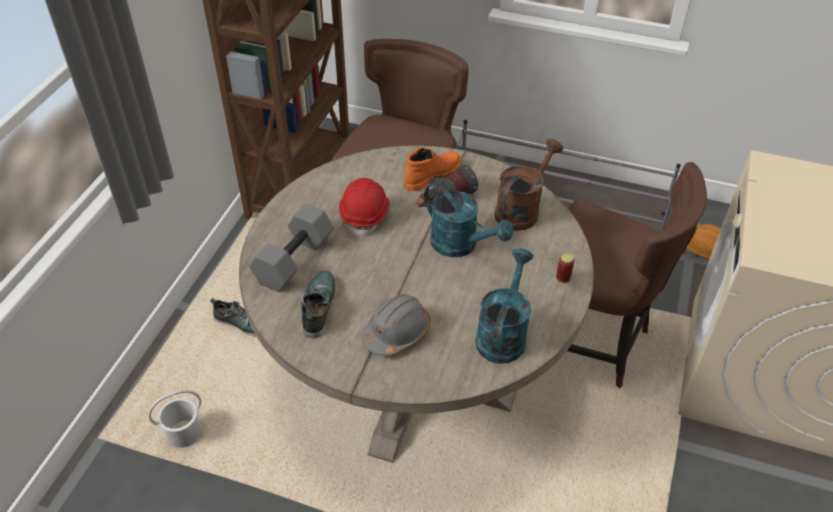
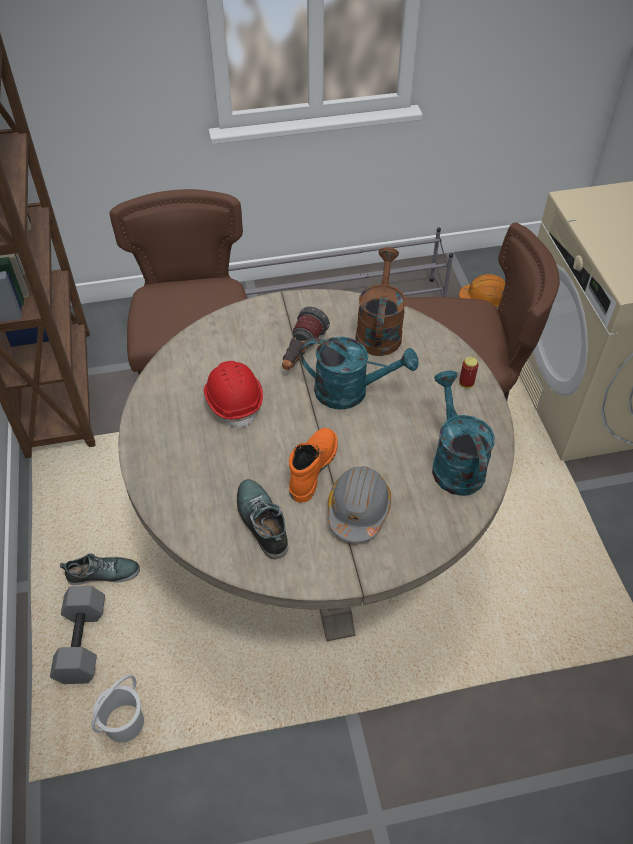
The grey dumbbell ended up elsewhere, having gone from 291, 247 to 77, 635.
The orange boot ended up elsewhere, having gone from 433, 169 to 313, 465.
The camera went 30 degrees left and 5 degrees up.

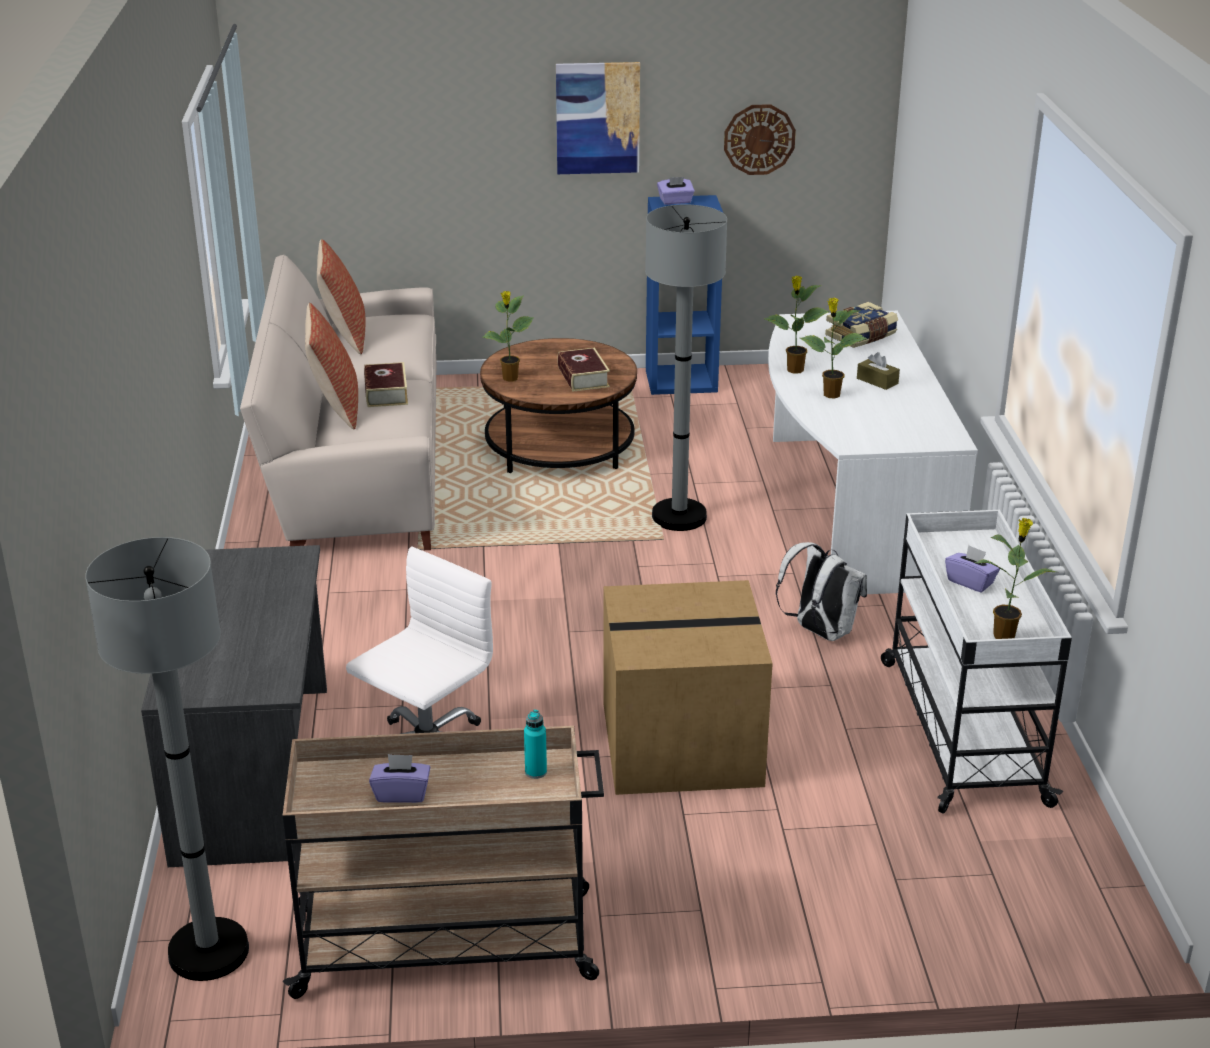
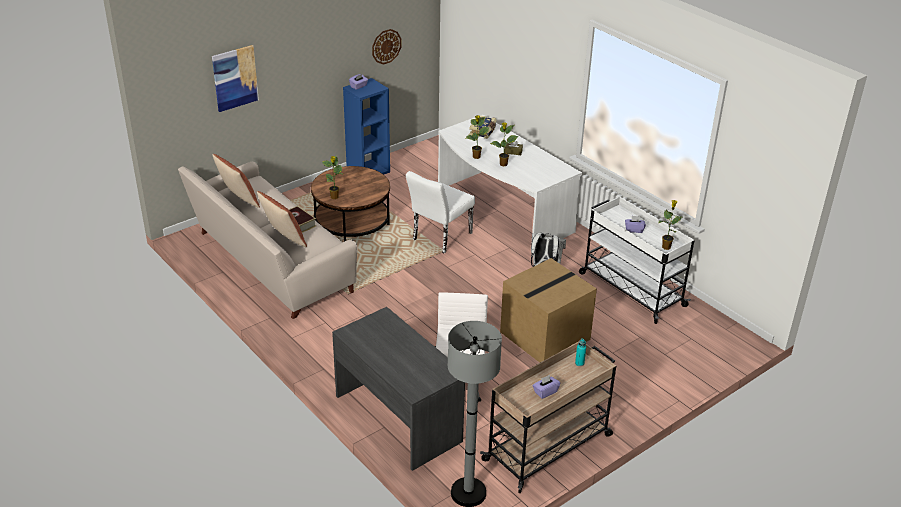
The picture ended up elsewhere, having gone from 598, 118 to 235, 78.
The second view lost the book at 583, 369.
Where the grey floor lamp stood at 686, 367, the white chair came to stand at 440, 212.
The camera went 35 degrees left and 5 degrees up.

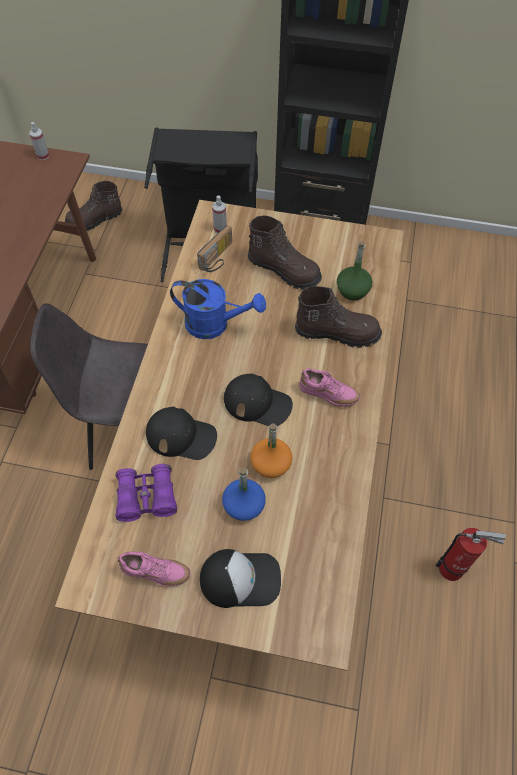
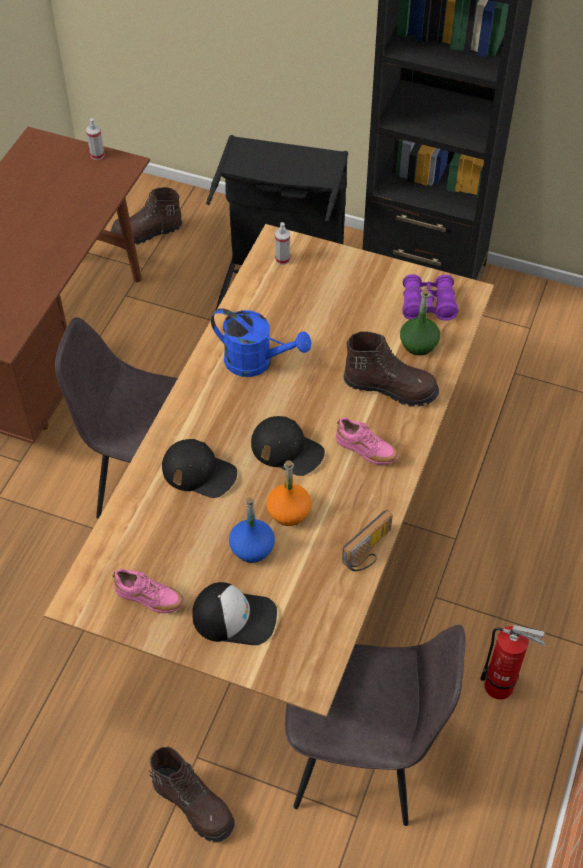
The purple binoculars ended up elsewhere, having gone from 146, 493 to 430, 297.
The radio ended up elsewhere, having gone from 214, 248 to 367, 540.
The brown boot ended up elsewhere, having gone from 285, 252 to 191, 794.
The second view gained the grey chair at 375, 725.
The camera went 10 degrees right and 5 degrees down.

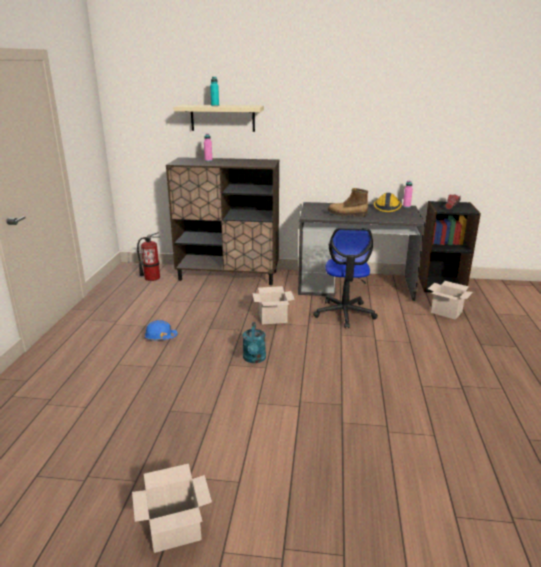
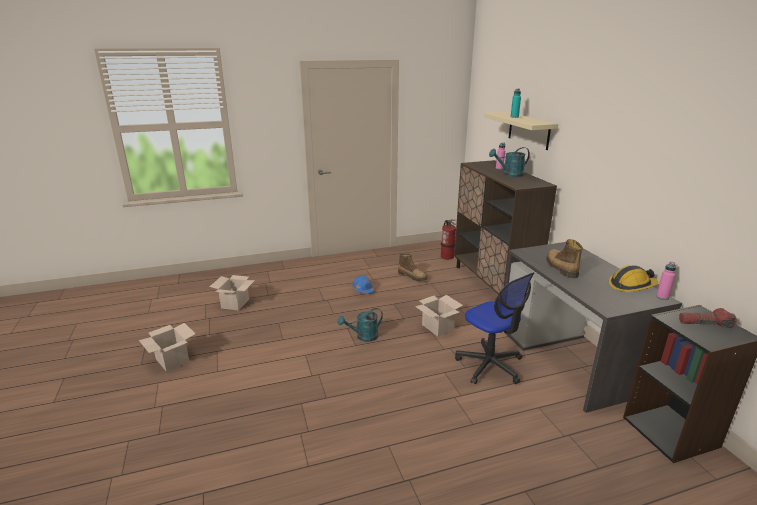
The office chair at 345, 278 ended up facing another way, 105 degrees counterclockwise from before.
The cardboard box ended up elsewhere, having gone from 450, 300 to 232, 293.
The second view gained the boot at 412, 267.
The second view gained the turquoise watering can at 509, 162.
The camera went 65 degrees right and 0 degrees up.

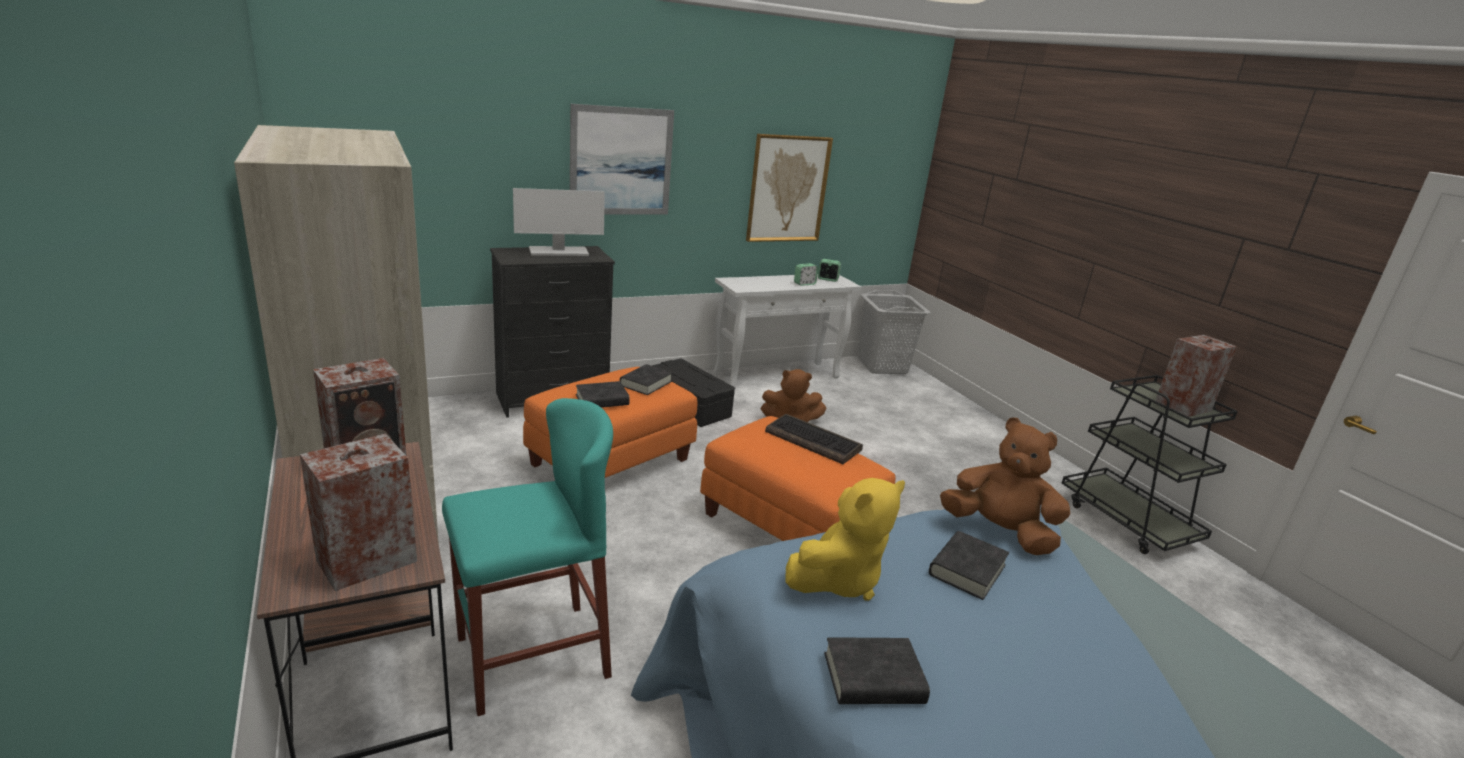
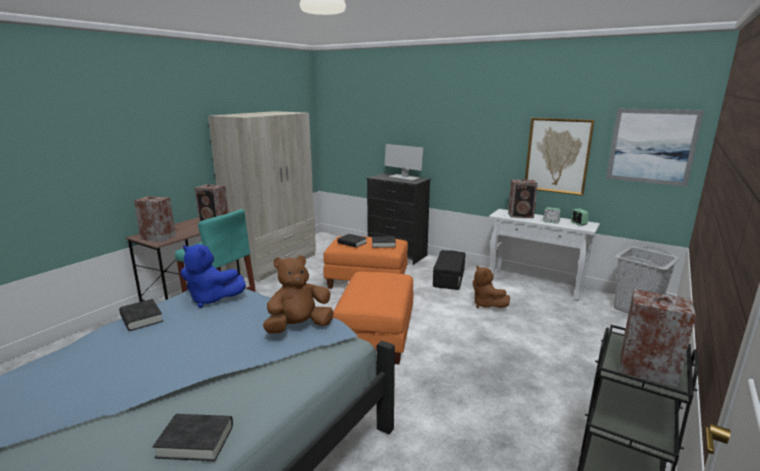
The picture ended up elsewhere, having gone from 622, 159 to 655, 147.
The second view lost the keyboard at 814, 439.
What was the yellow plush toy at 845, 539 turned into the blue plush toy at 213, 276.
The black book ended up elsewhere, having gone from 969, 565 to 193, 437.
The brown plush toy at 1005, 486 ended up facing another way, 120 degrees counterclockwise from before.
The second view gained the speaker at 523, 198.
The camera went 60 degrees right and 5 degrees down.

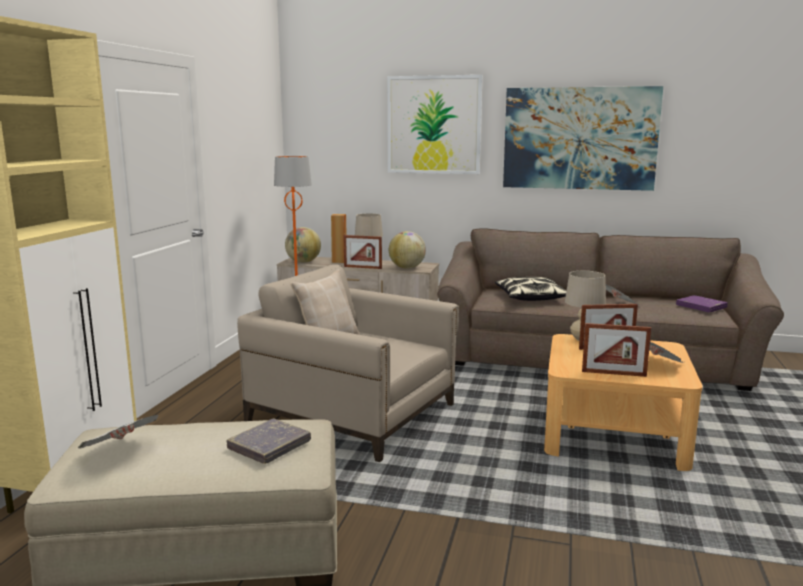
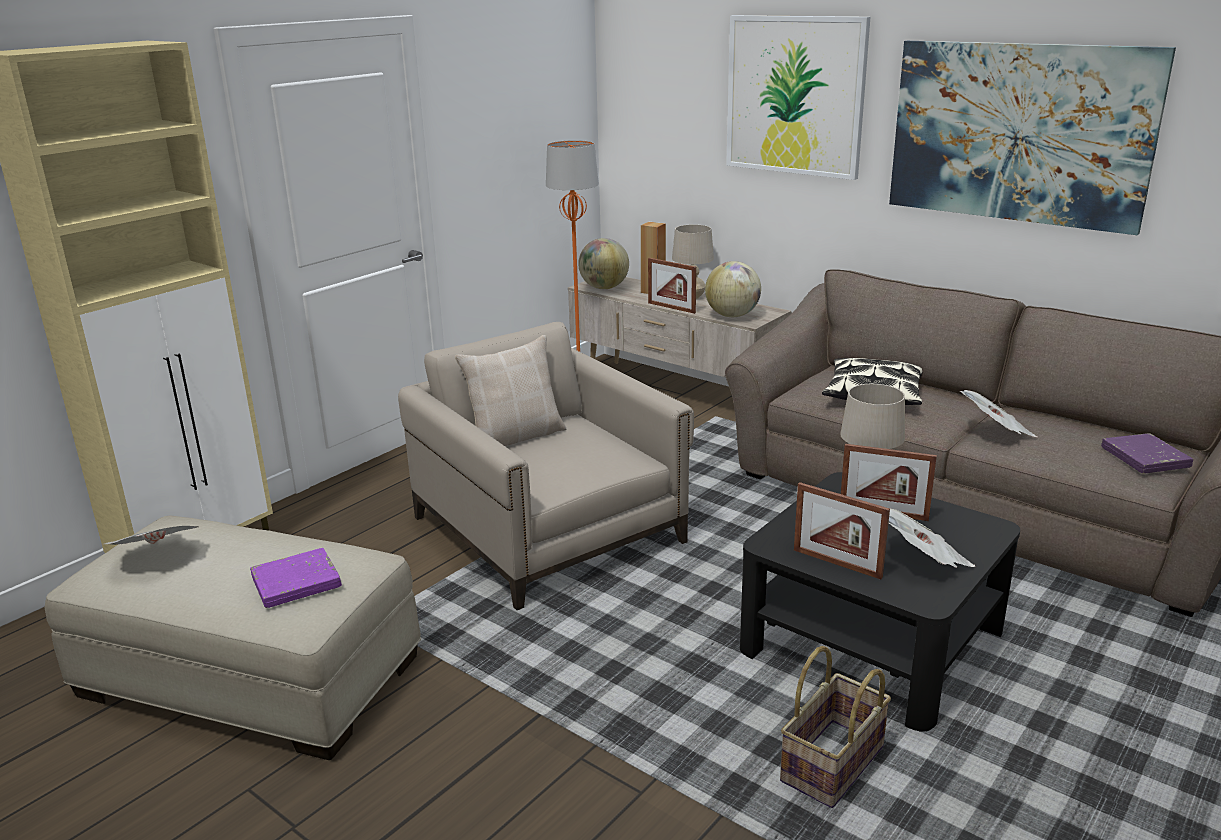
What was the grey book at 269, 441 turned into the purple book at 296, 578.
What was the beige coffee table at 623, 402 turned into the black coffee table at 880, 602.
The second view gained the basket at 835, 727.
The camera went 25 degrees right and 10 degrees up.

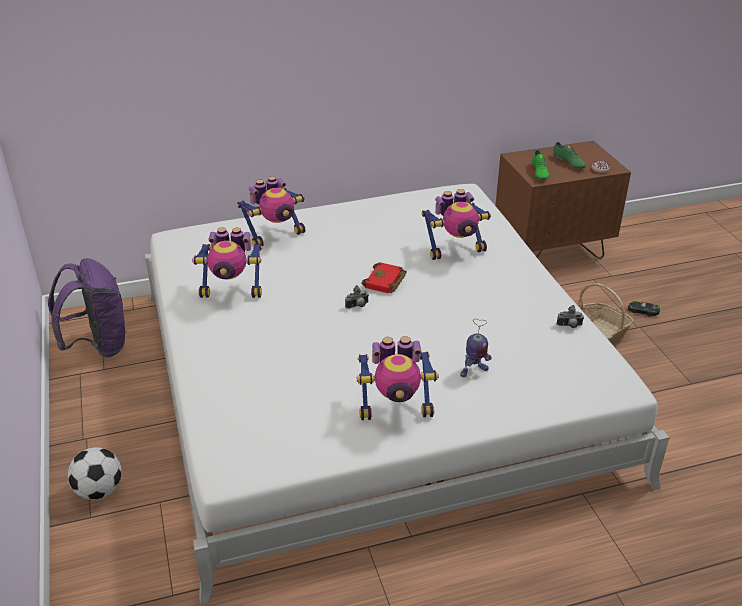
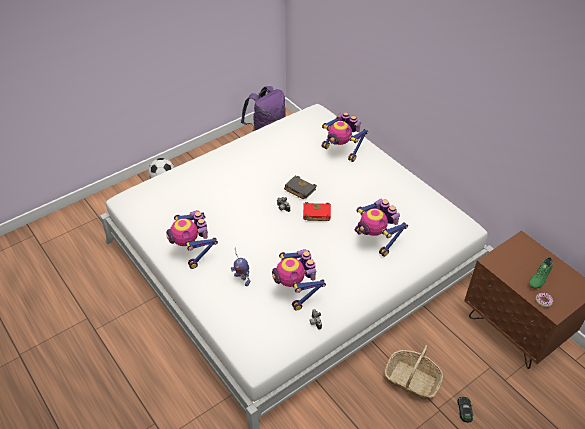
The toy robot ended up elsewhere, having gone from 227, 262 to 299, 280.
The second view lost the green shoe at 540, 165.
The second view gained the black book at 300, 187.
The camera went 70 degrees right and 10 degrees up.

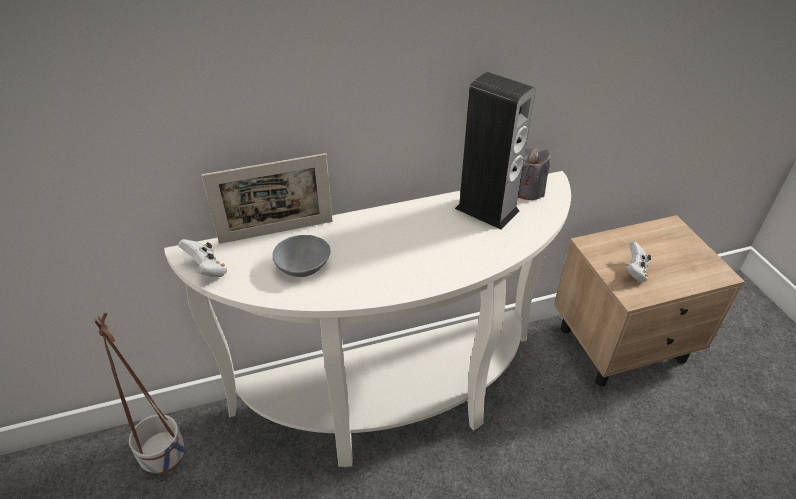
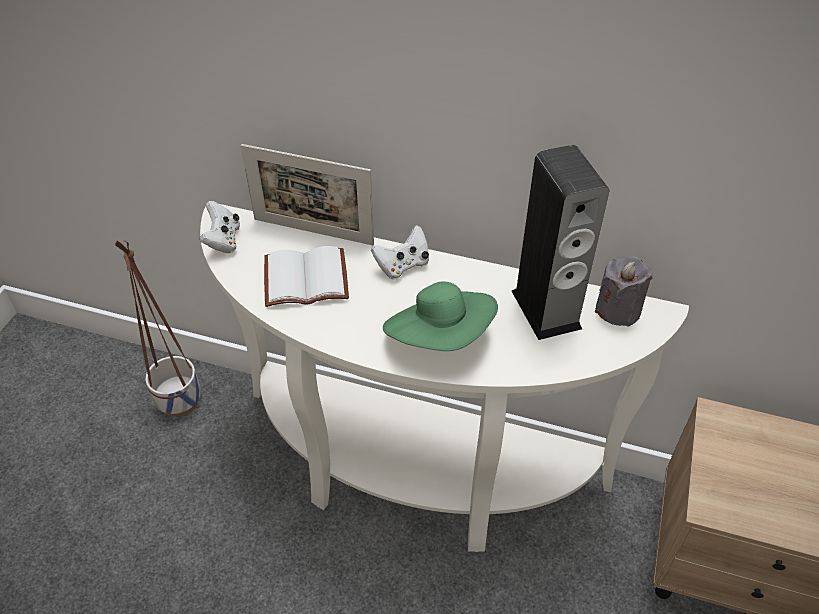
Where the grey bowl stood at 301, 256, the white book came to stand at 306, 276.
The white game controller ended up elsewhere, having gone from 638, 261 to 400, 252.
The second view gained the green hat at 440, 316.
The camera went 35 degrees right and 5 degrees up.

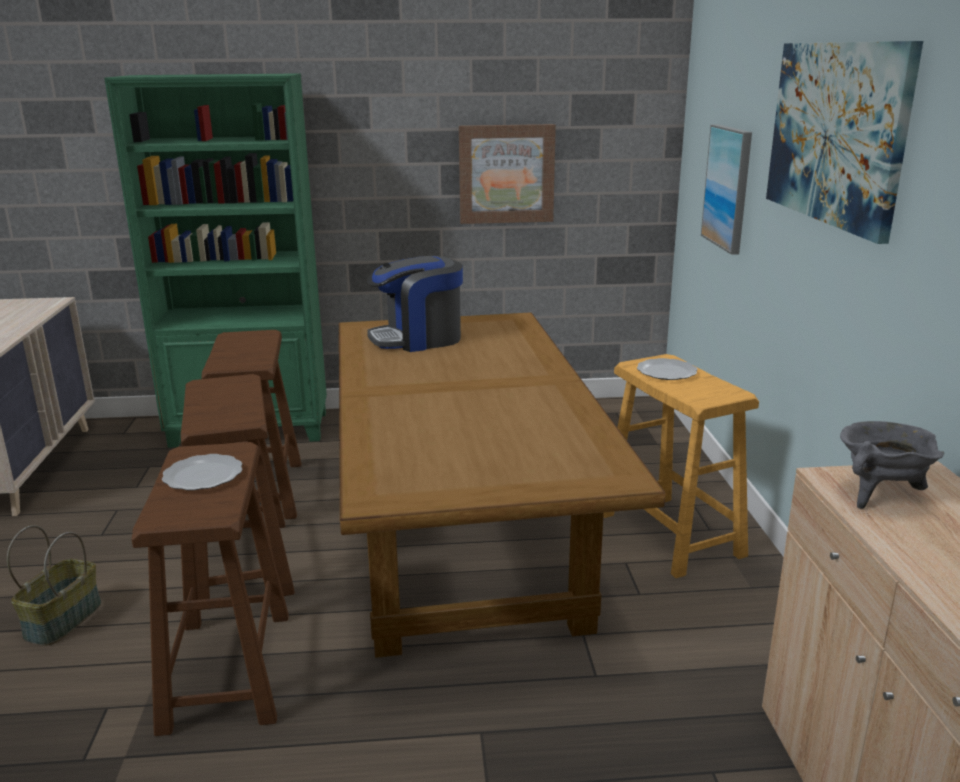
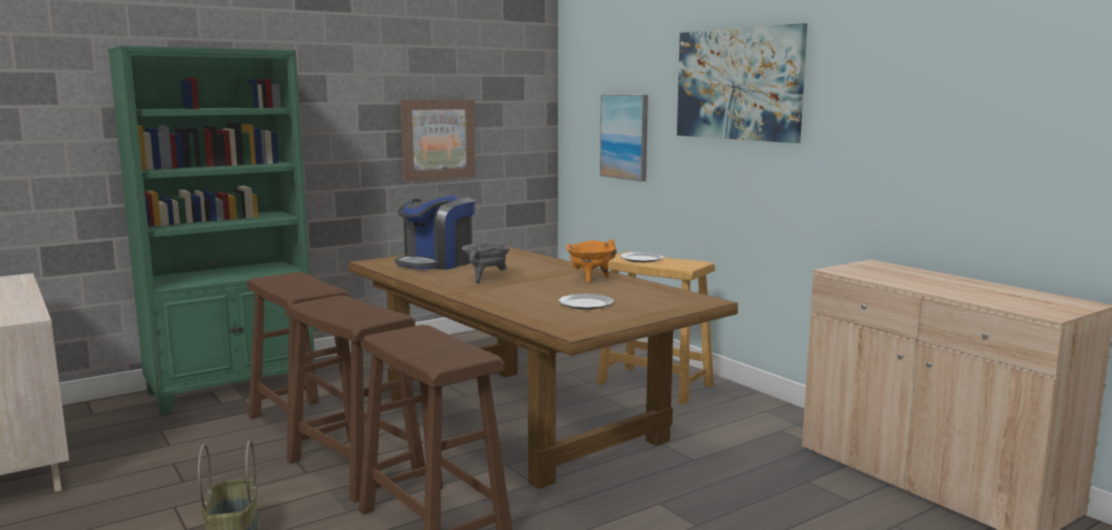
The plate ended up elsewhere, having gone from 202, 472 to 586, 301.
The grey cooking pot ended up elsewhere, having gone from 892, 465 to 486, 262.
The second view gained the orange cooking pot at 591, 261.
The camera went 30 degrees left and 10 degrees down.

